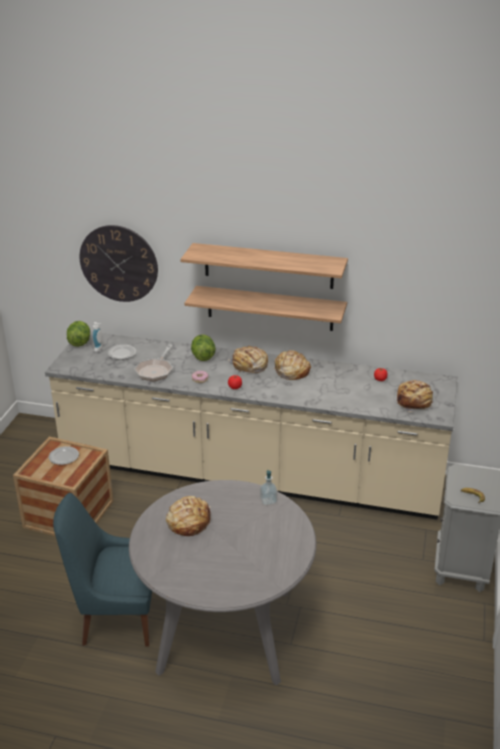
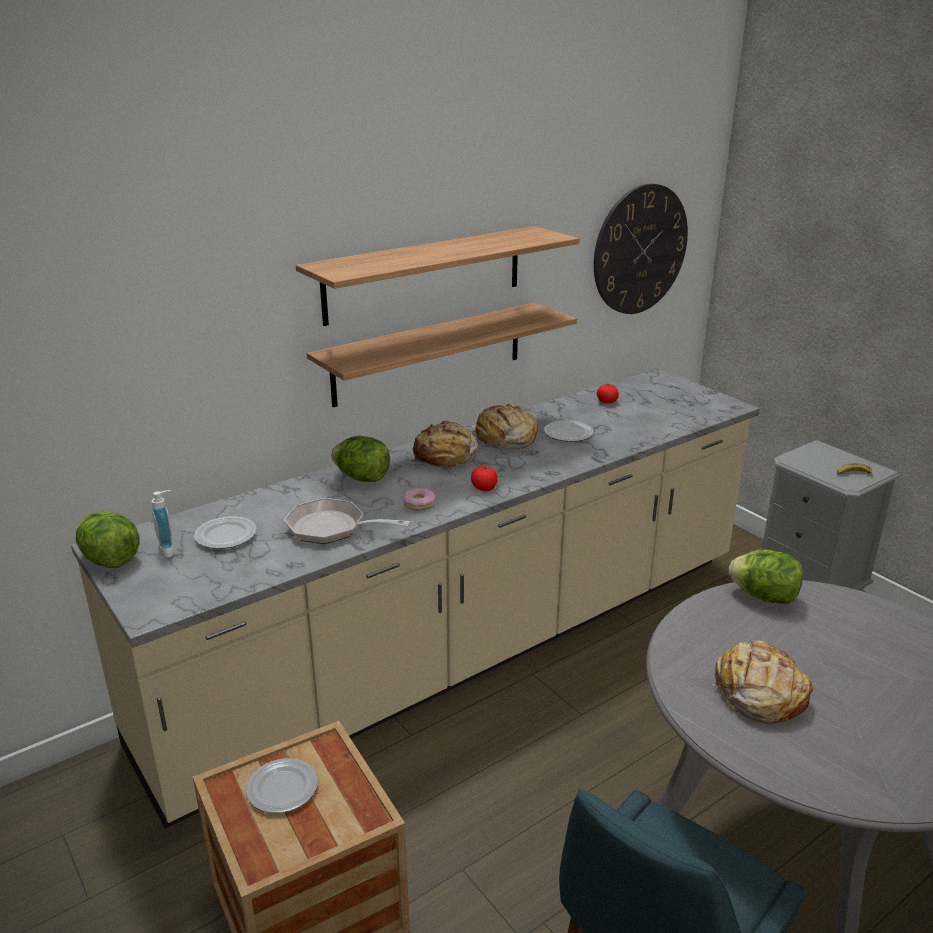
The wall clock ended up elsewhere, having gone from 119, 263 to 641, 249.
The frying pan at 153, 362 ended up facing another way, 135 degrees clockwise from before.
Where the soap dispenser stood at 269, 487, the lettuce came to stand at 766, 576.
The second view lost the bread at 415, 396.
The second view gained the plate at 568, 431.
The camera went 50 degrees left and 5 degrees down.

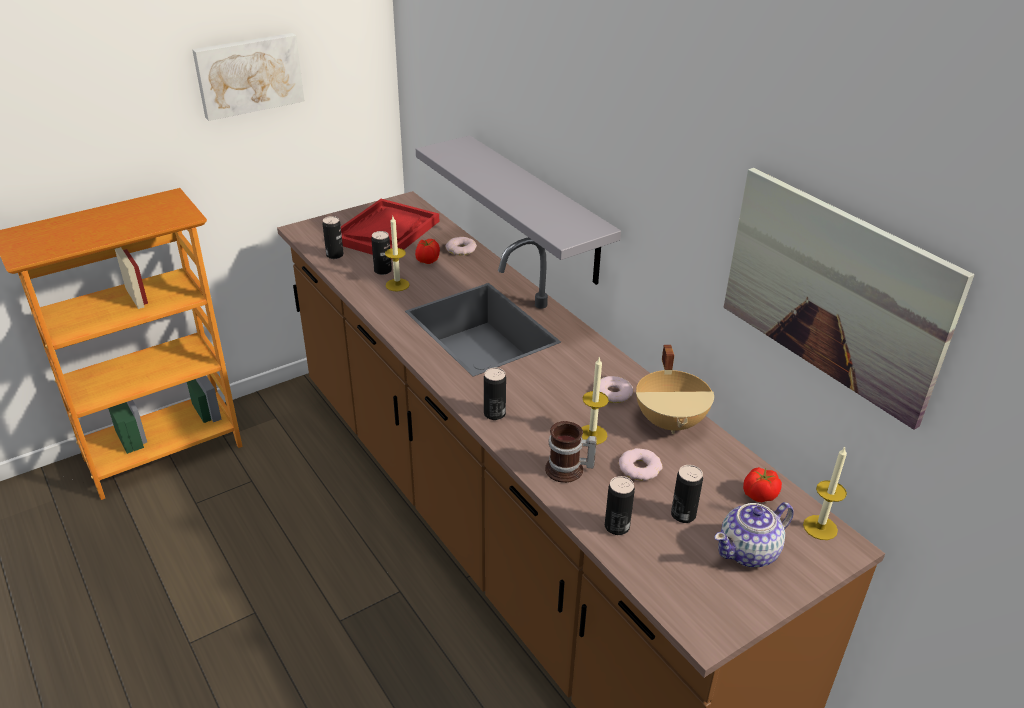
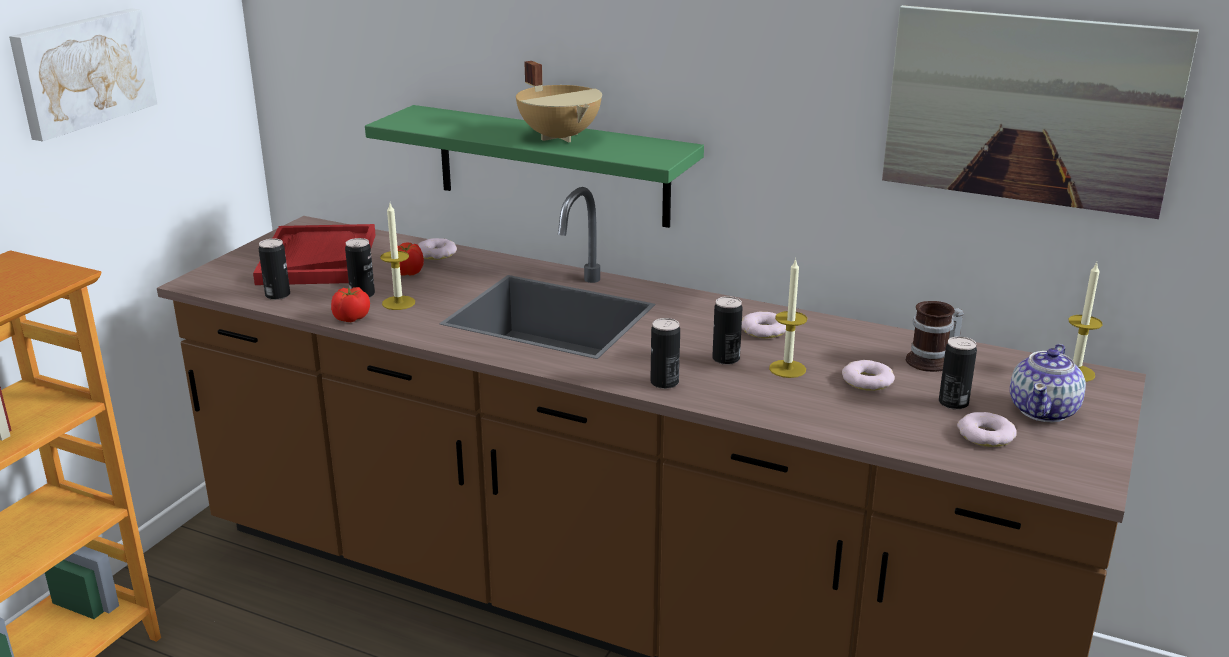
What was the grey shelf at 518, 210 turned into the green shelf at 534, 166.
The mug ended up elsewhere, having gone from 571, 452 to 935, 336.
The can ended up elsewhere, having gone from 620, 505 to 727, 330.
The beige cooking pot ended up elsewhere, having gone from 675, 389 to 559, 102.
The tomato ended up elsewhere, having gone from 762, 484 to 350, 304.
The second view gained the donut at 987, 429.
The camera went 30 degrees left and 10 degrees down.

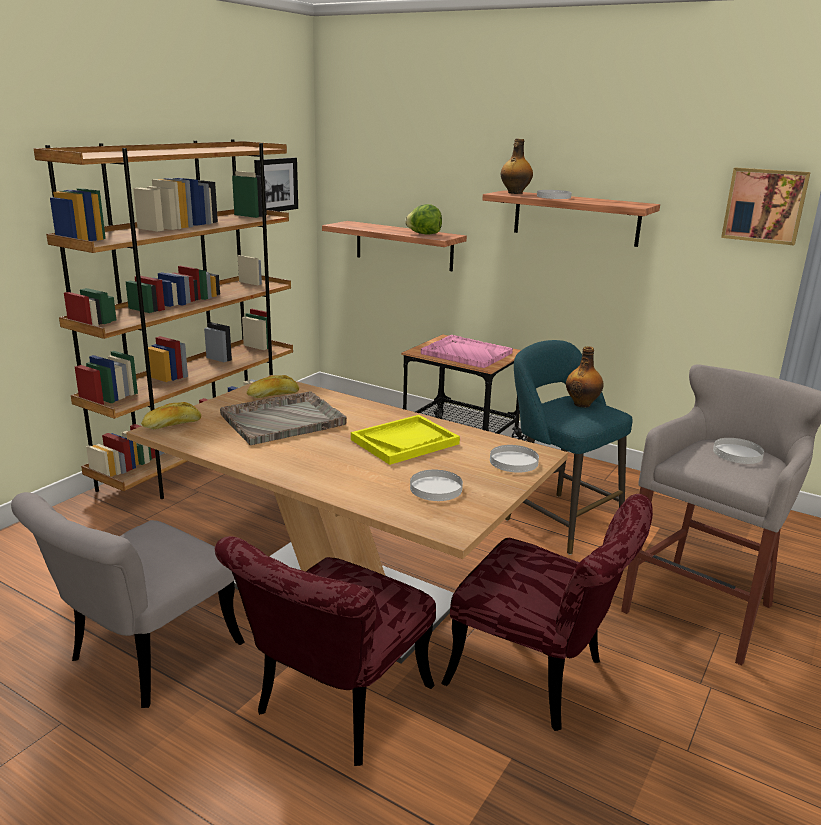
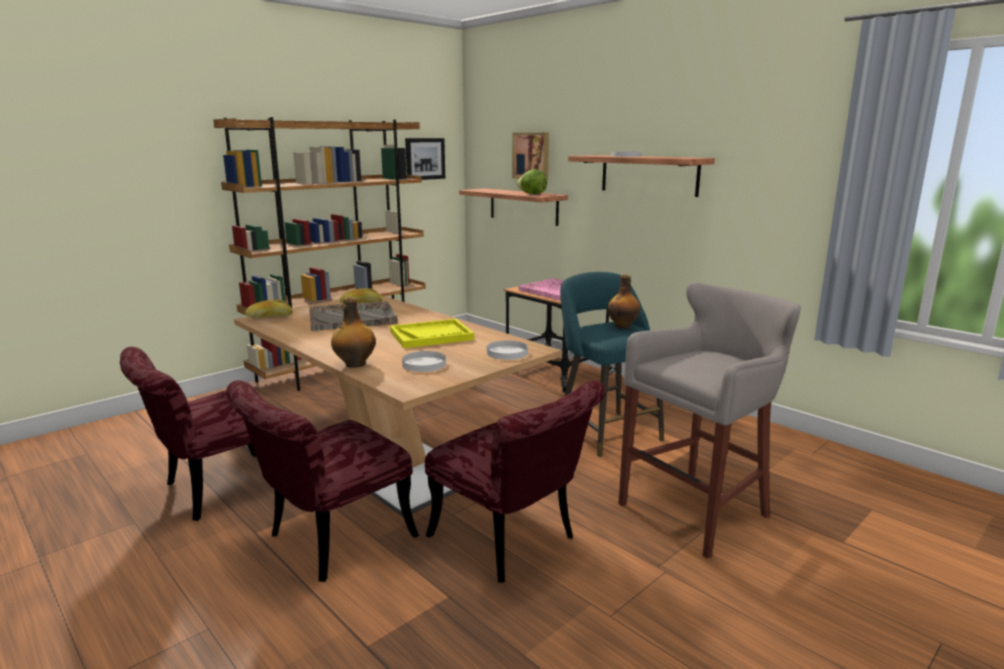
What was the grey chair at 127, 600 turned into the red chair at 194, 434.
The bottle ended up elsewhere, having gone from 517, 166 to 353, 332.
The second view lost the white plate at 738, 451.
The picture ended up elsewhere, having gone from 766, 206 to 530, 156.
The camera went 15 degrees right and 5 degrees down.

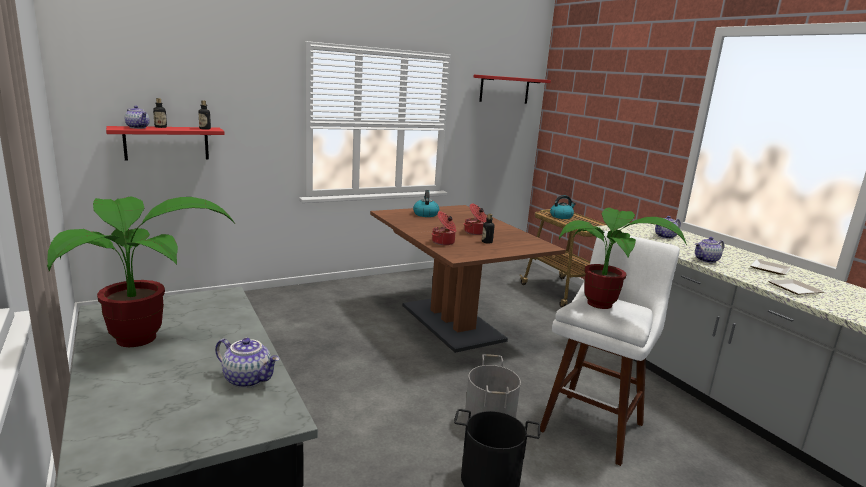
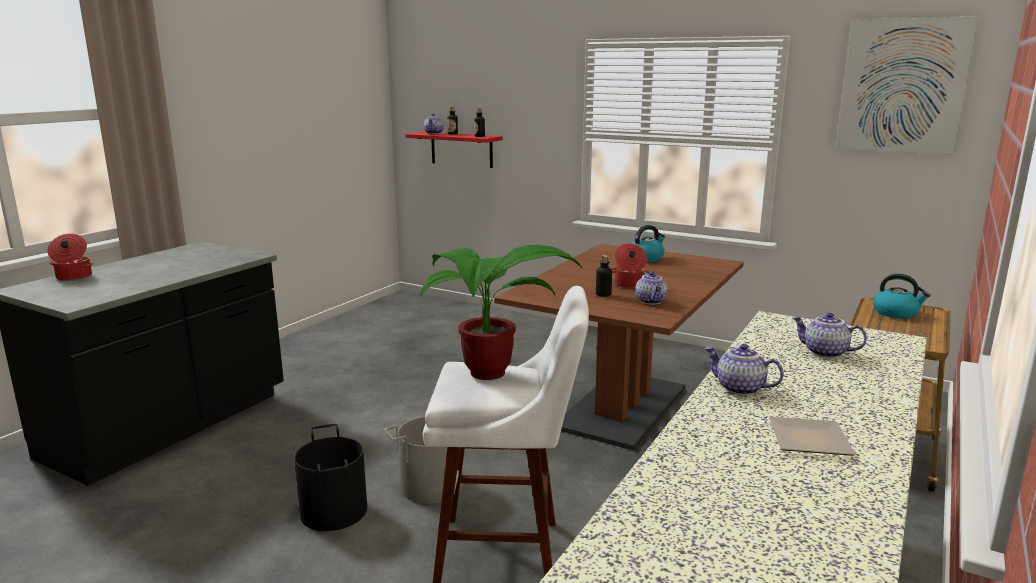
The second view lost the potted plant at 141, 271.
The teapot ended up elsewhere, having gone from 247, 363 to 651, 288.
The cooking pot ended up elsewhere, having gone from 444, 228 to 70, 257.
Where the red shelf hung at 512, 89, the picture came to hang at 908, 85.
The second view lost the plate at 796, 287.
The camera went 60 degrees right and 0 degrees up.

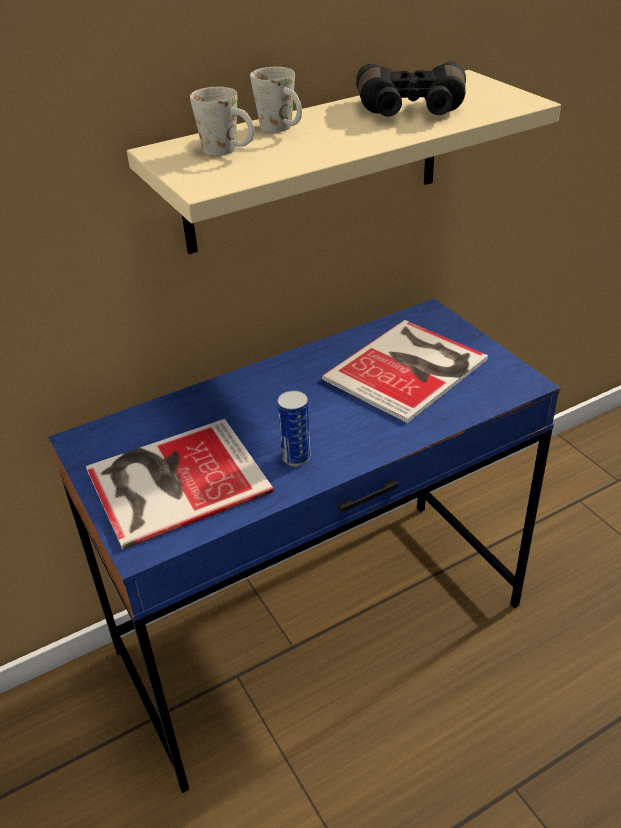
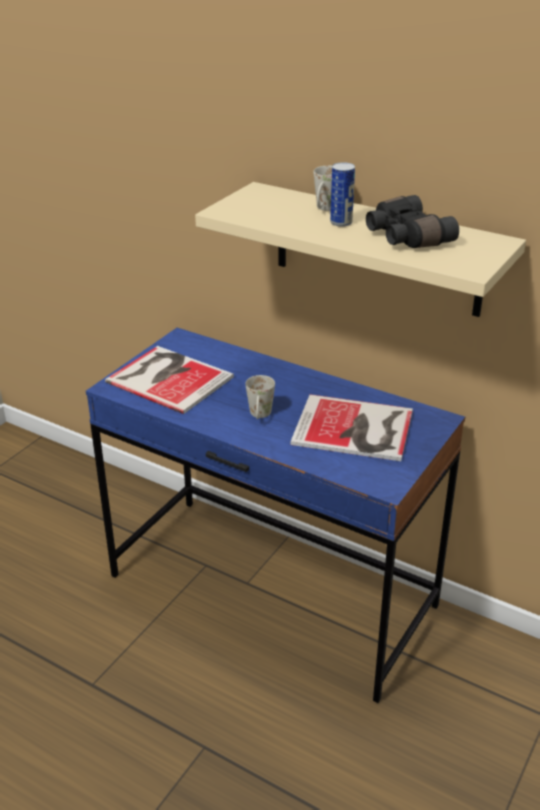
The white mug ended up elsewhere, having gone from 222, 121 to 260, 397.
The can ended up elsewhere, having gone from 294, 428 to 342, 194.
The camera went 60 degrees right and 5 degrees down.

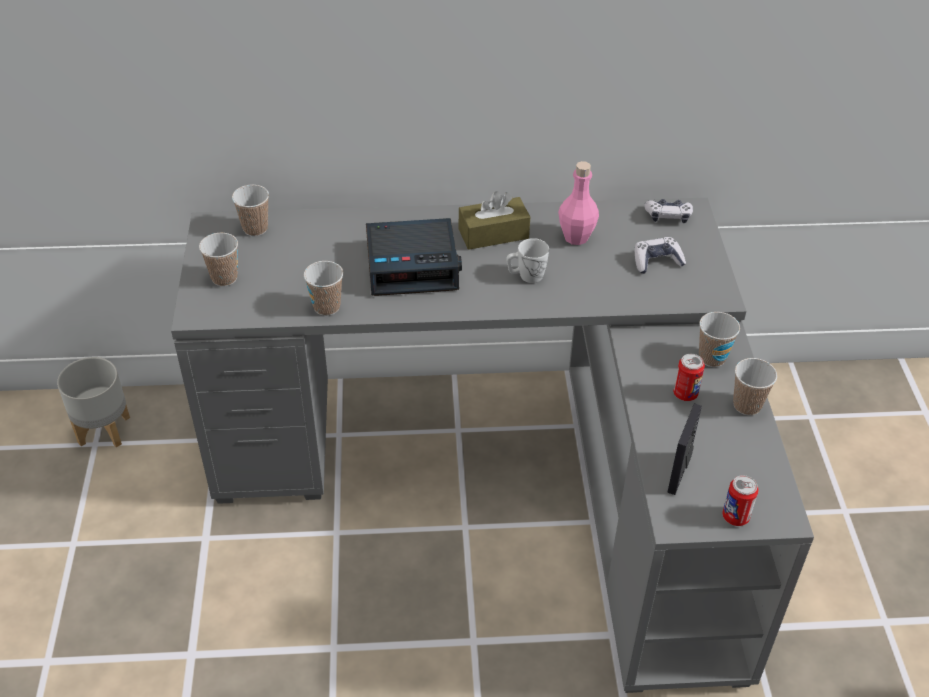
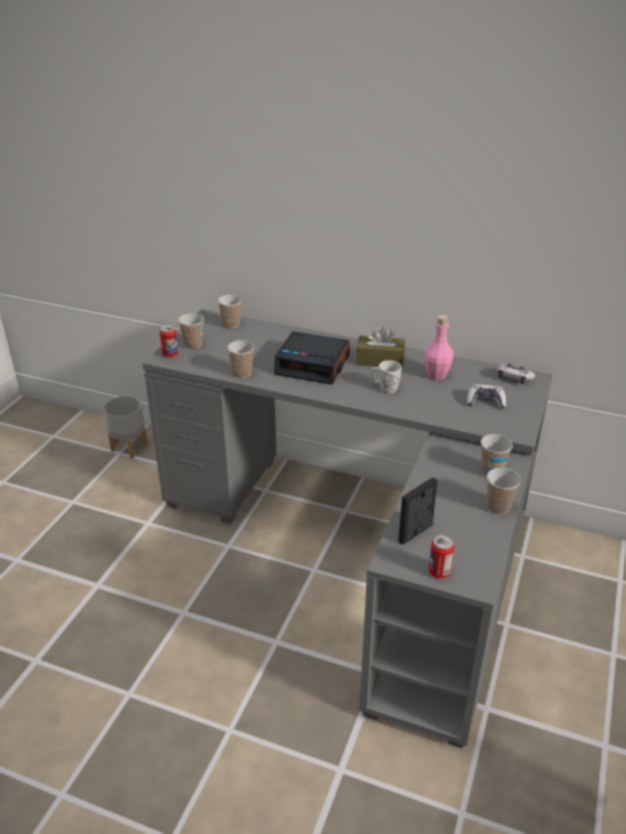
The can ended up elsewhere, having gone from 689, 377 to 169, 341.
The camera went 25 degrees right and 10 degrees down.

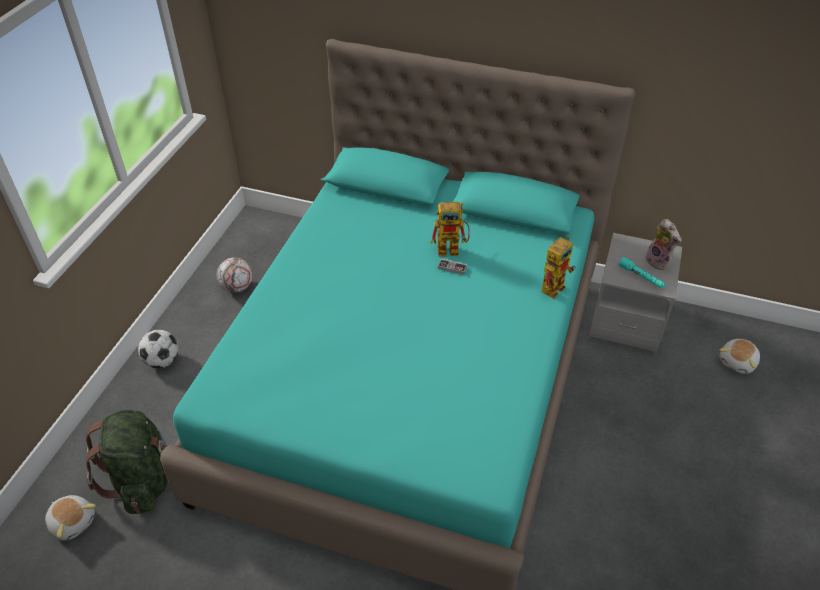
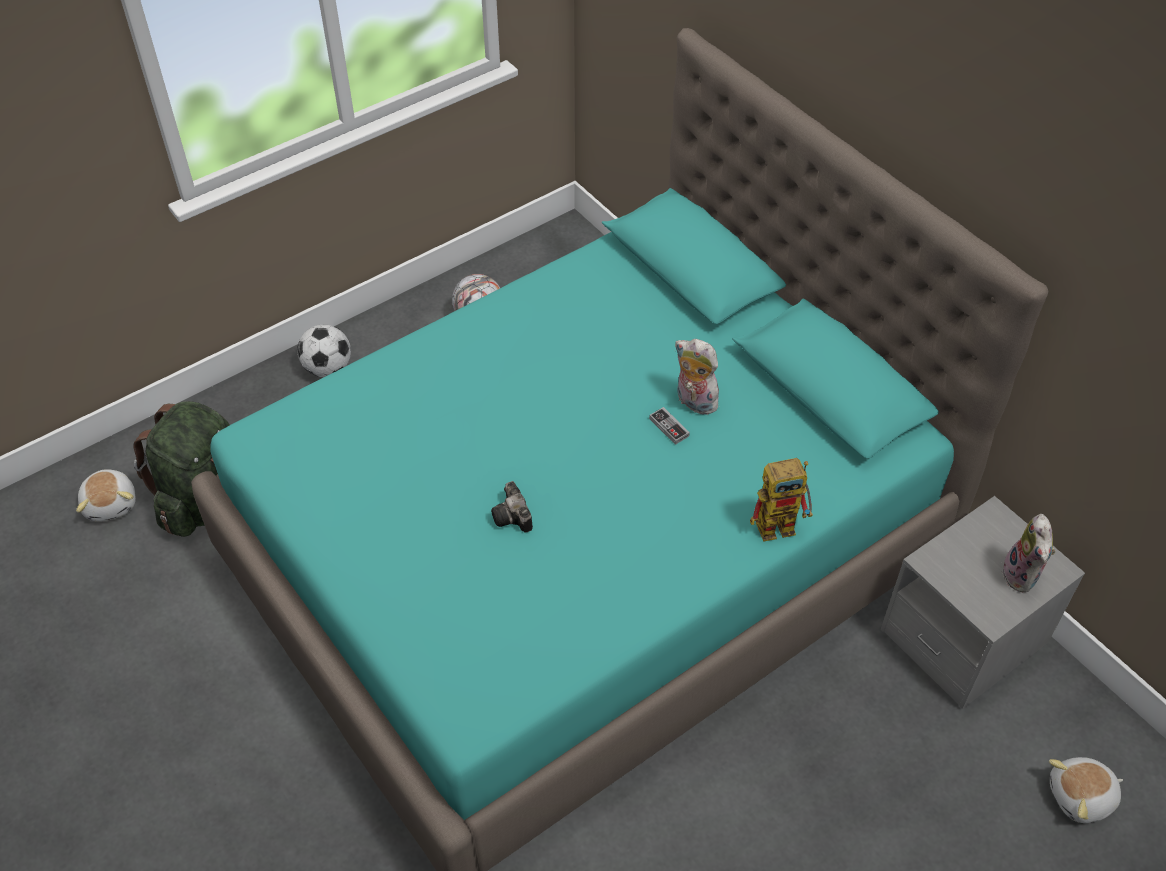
Where the toy robot stood at 450, 229, the plush toy came to stand at 698, 377.
The second view lost the turquoise flashlight at 642, 273.
The second view gained the photo camera at 512, 507.
The camera went 35 degrees right and 5 degrees up.

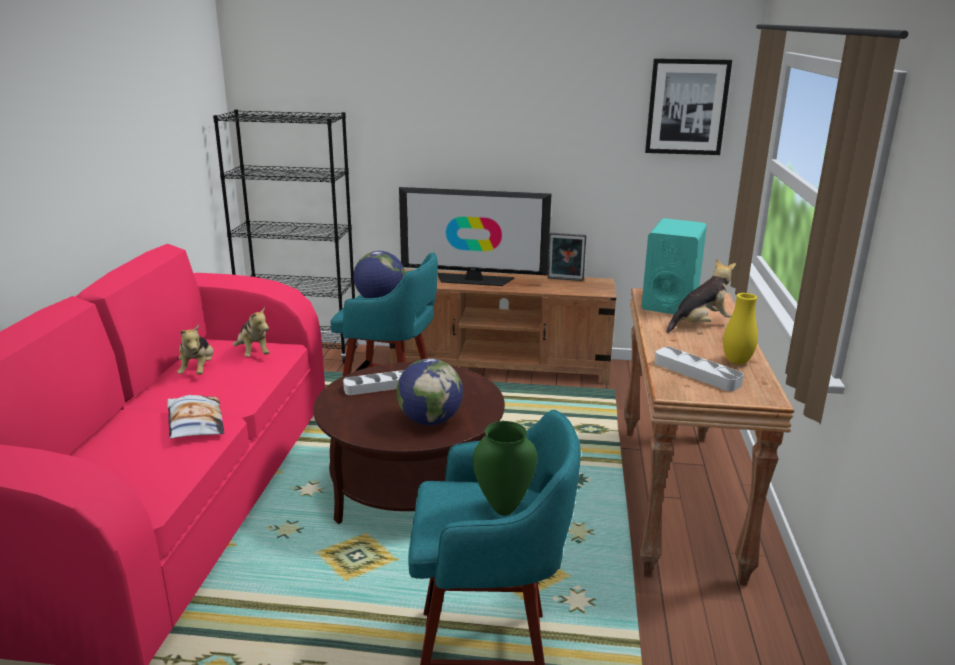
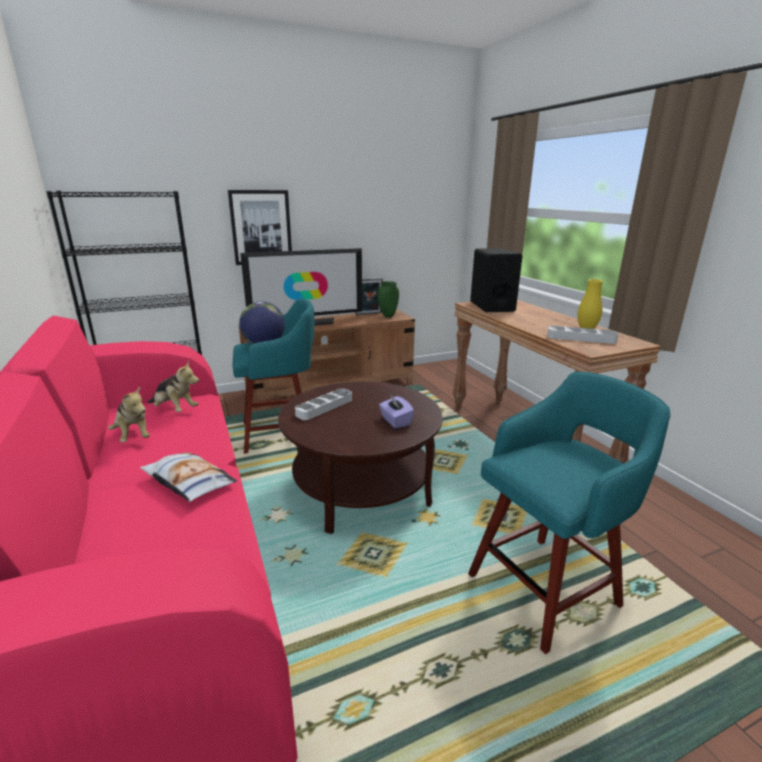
Where the globe stood at 430, 391, the purple tissue box came to stand at 396, 412.
The green vase ended up elsewhere, having gone from 505, 468 to 388, 299.
What was the turquoise speaker at 674, 266 turned into the black speaker at 496, 280.
The picture ended up elsewhere, having gone from 688, 106 to 260, 227.
The second view lost the plush toy at 701, 296.
The camera went 30 degrees left and 0 degrees up.

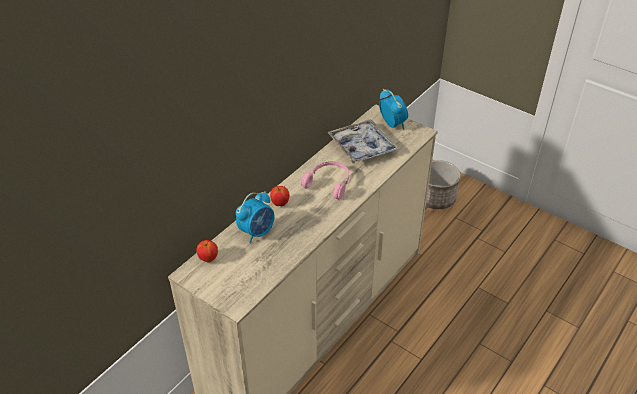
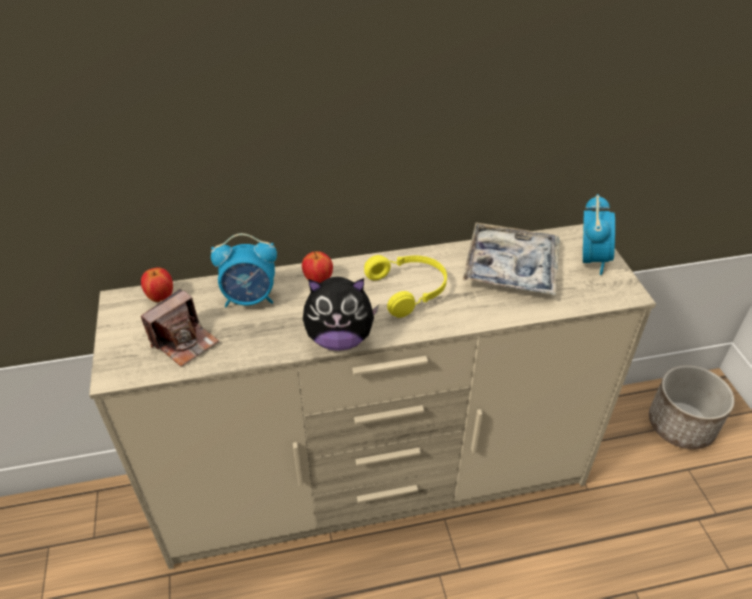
What was the pink headphones at 325, 180 turned into the yellow headphones at 405, 286.
The second view gained the photo camera at 180, 328.
The second view gained the plush toy at 341, 314.
The camera went 40 degrees right and 0 degrees up.

